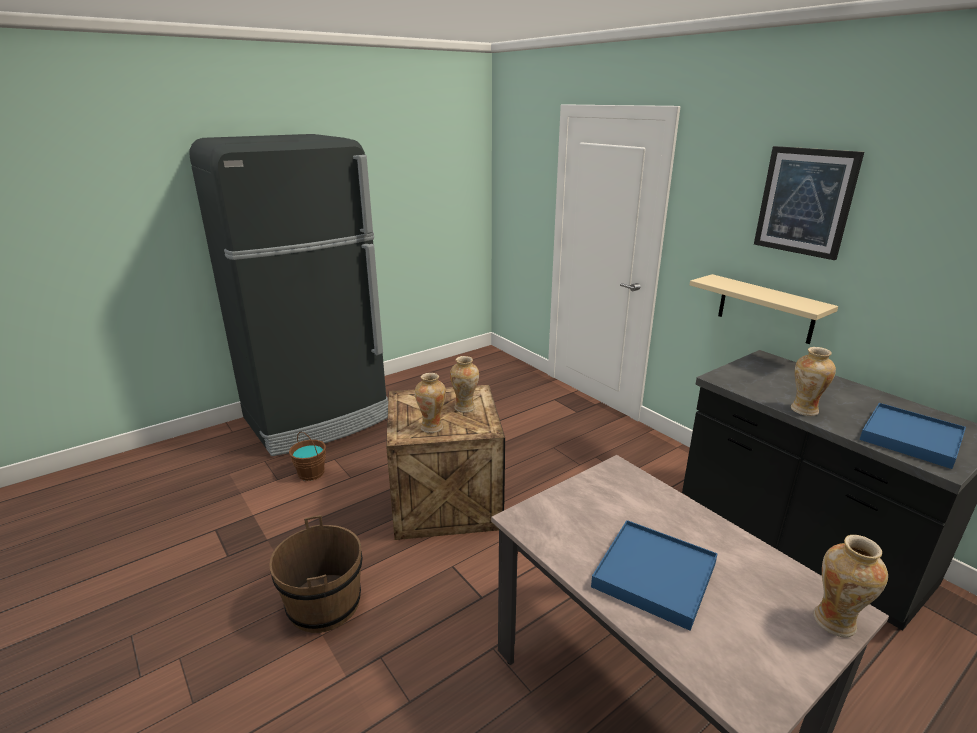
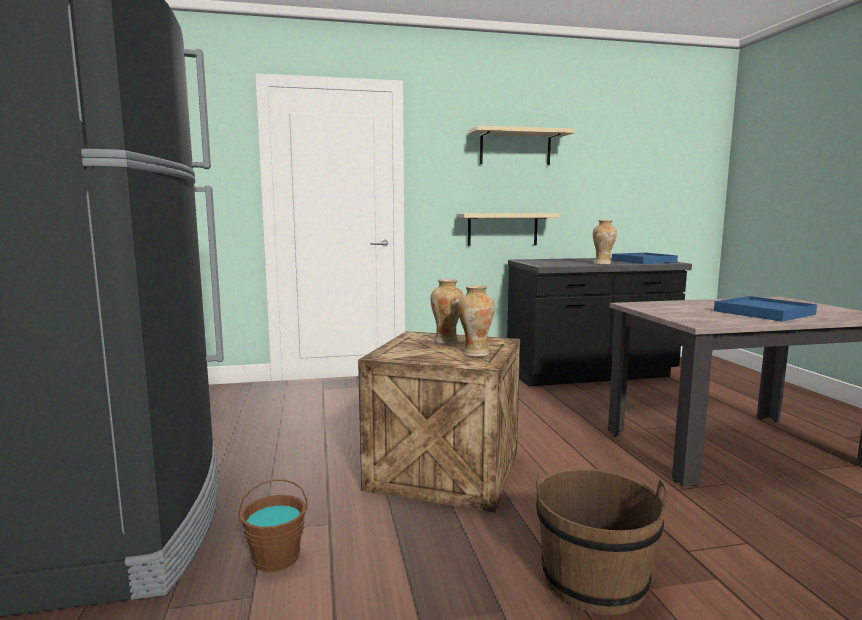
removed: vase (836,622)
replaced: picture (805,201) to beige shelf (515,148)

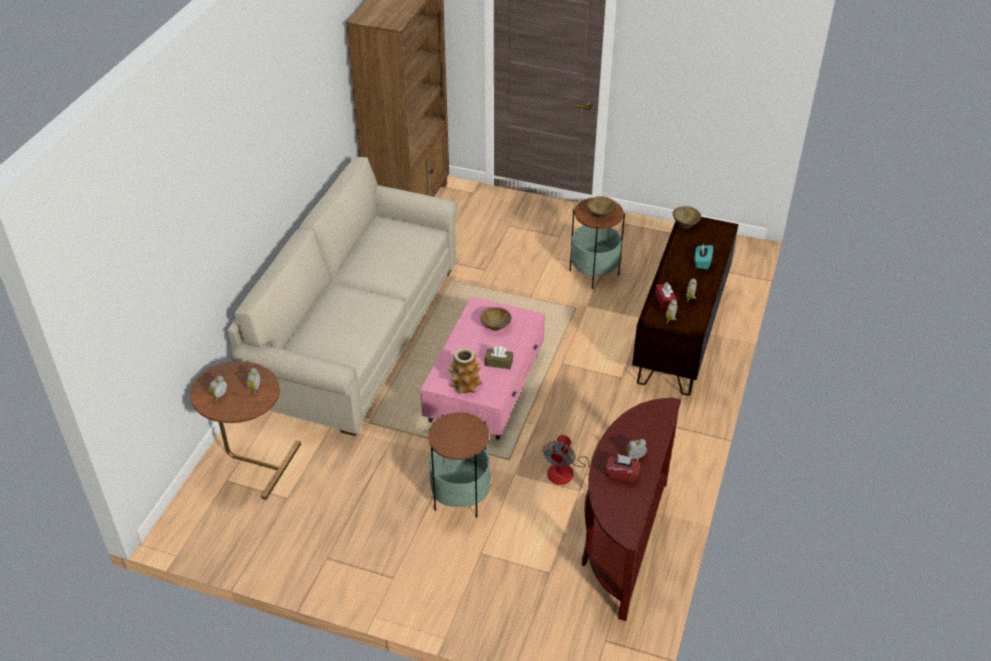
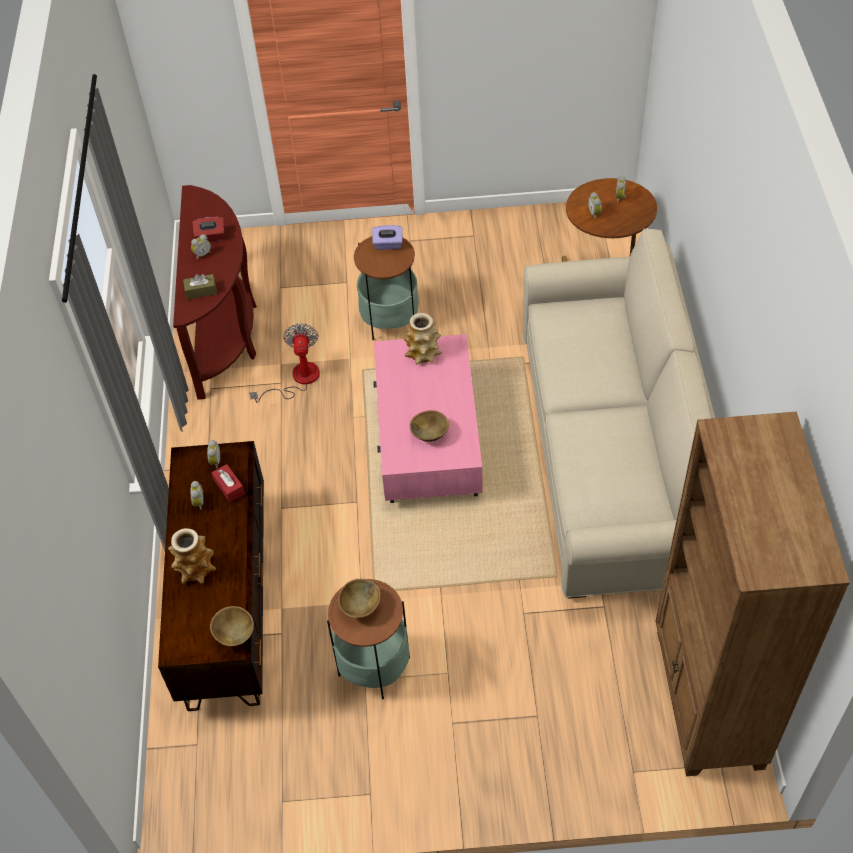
added: purple tissue box (388,244)
moved: brown tissue box (498,363) to (201,291)
replaced: turquoise tissue box (702,262) to vase (196,568)

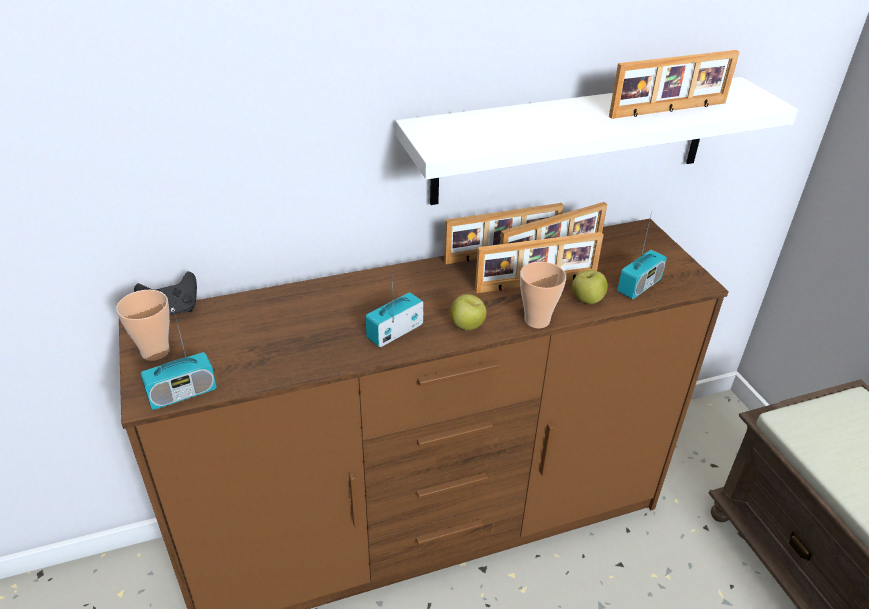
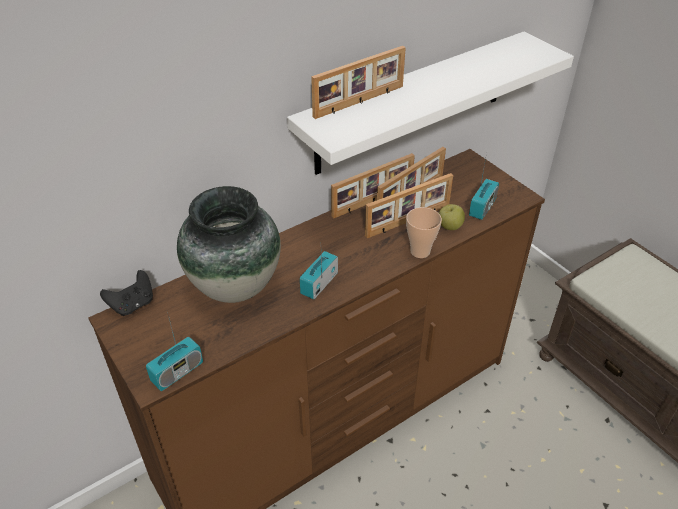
removed: cup (155,352); apple (467,326)
added: vase (234,286)
moved: picture frame (669,110) to (360,102)

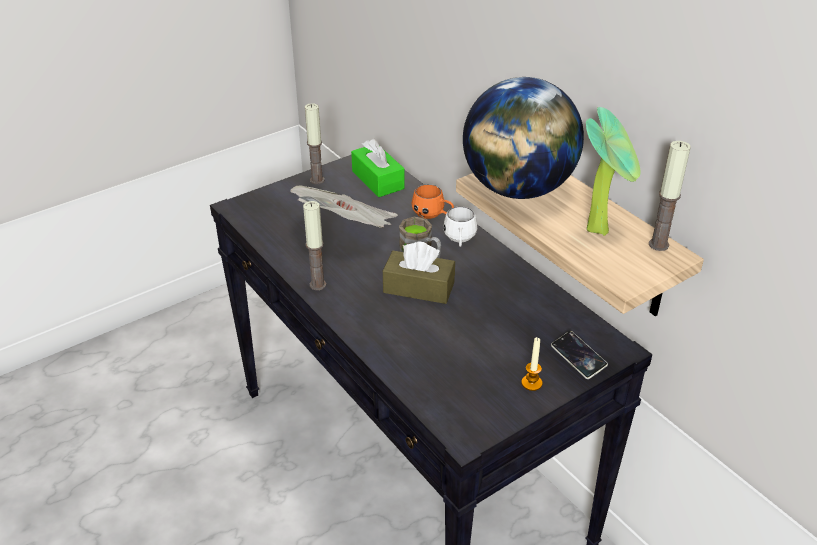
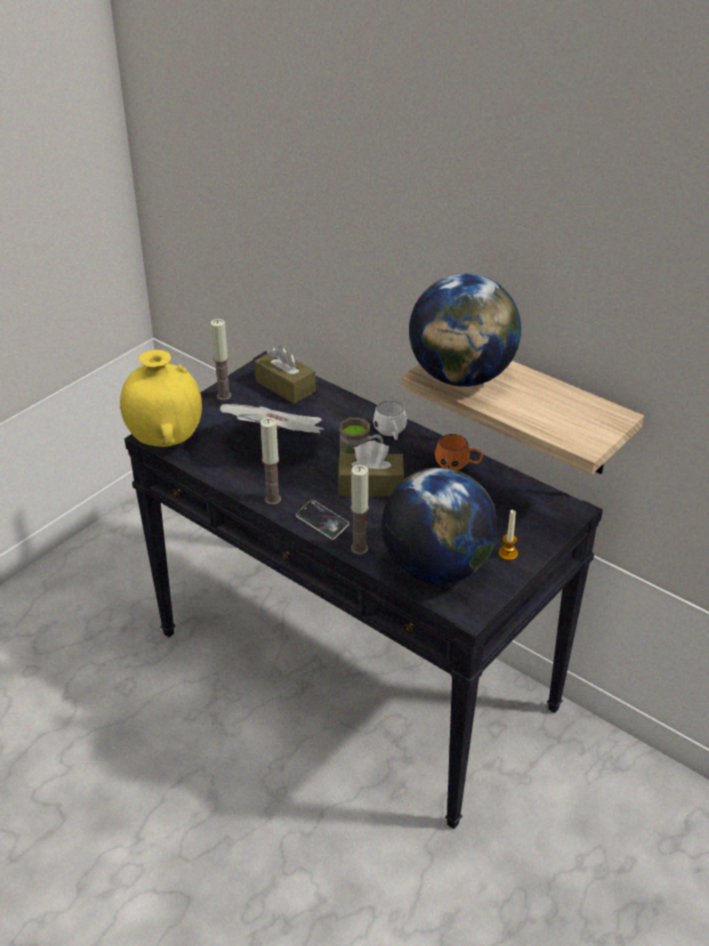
removed: potted plant (601,229)
added: yellow vase (165,440); globe (436,568)
moved: phone (578,357) to (322,522); candle (658,245) to (359,548); orange mug (433,215) to (458,466)
recoloured: green tissue box (378,180) to brown tissue box (285,386)

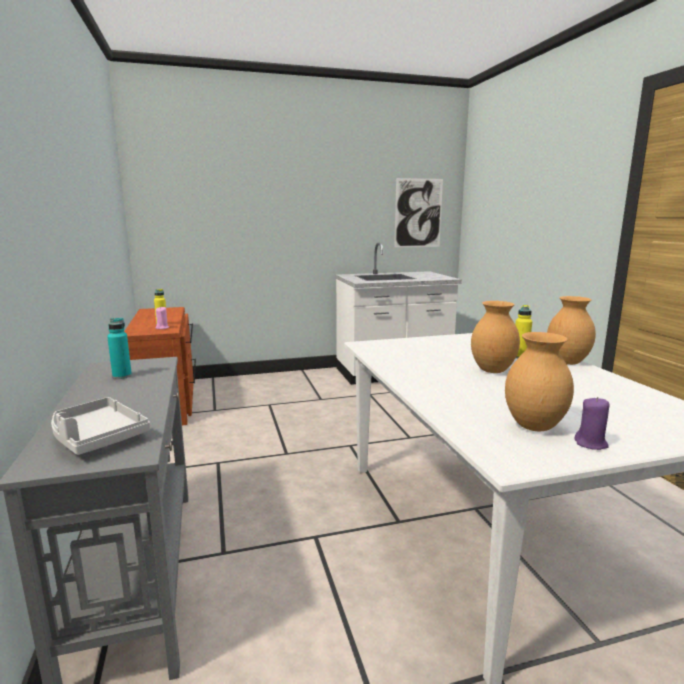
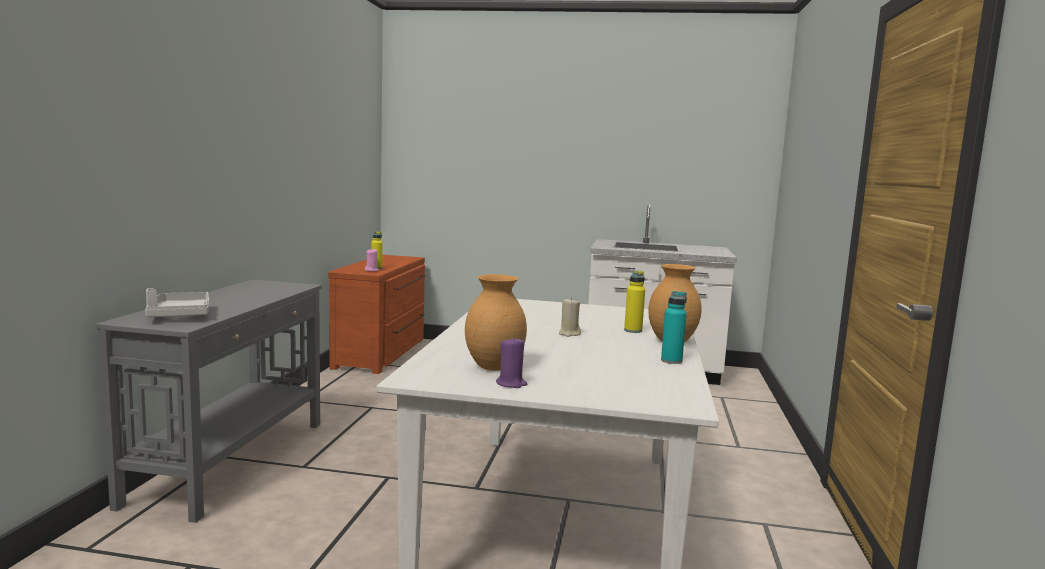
removed: picture (418,213)
moved: turquoise bottle (122,376) to (671,361)
replaced: brown vase (491,370) to beige candle (569,334)

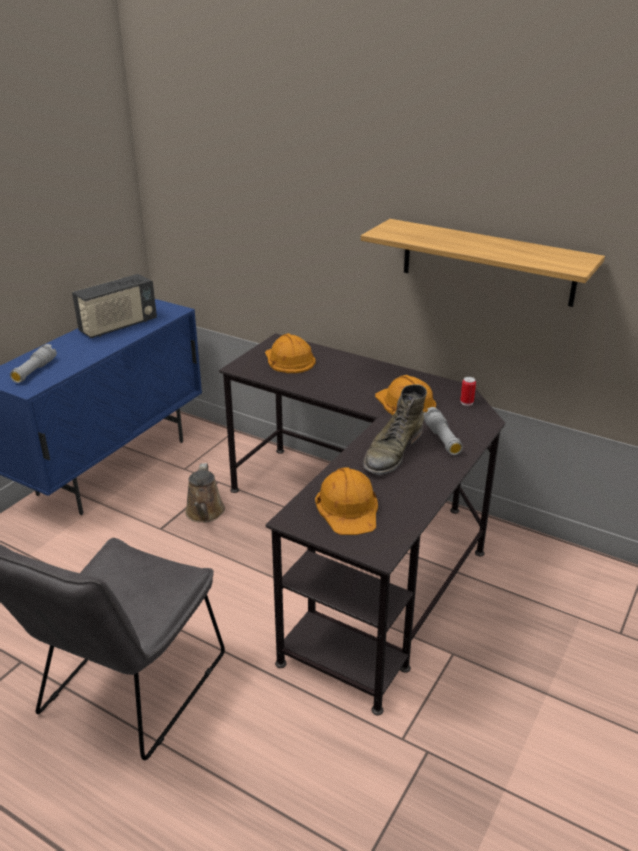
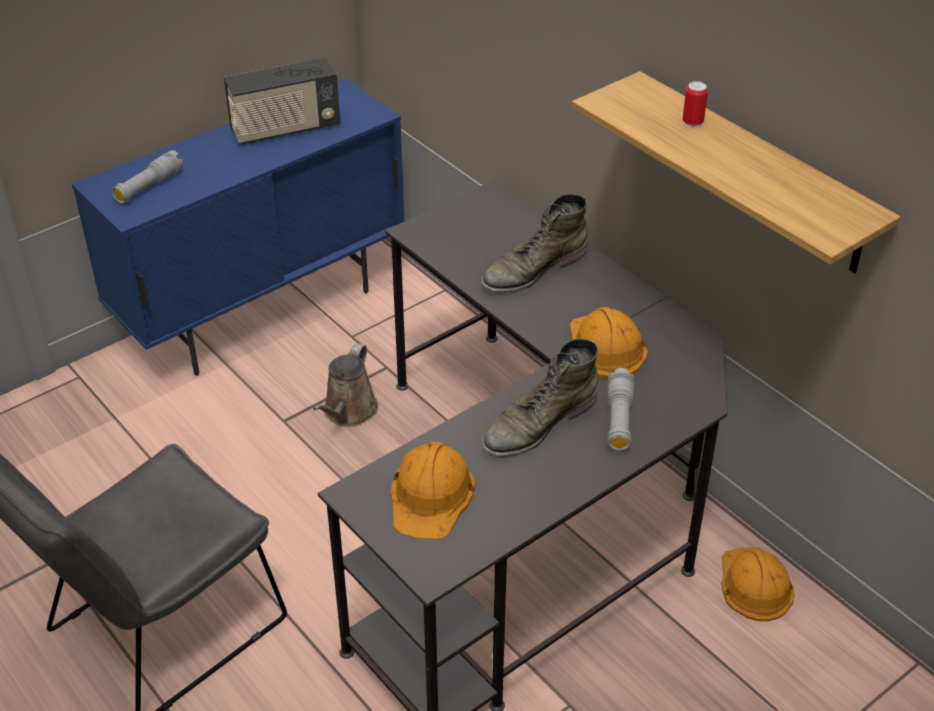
added: green boot (533,270)
moved: can (466,402) to (692,122); orange hard hat (289,360) to (754,584)

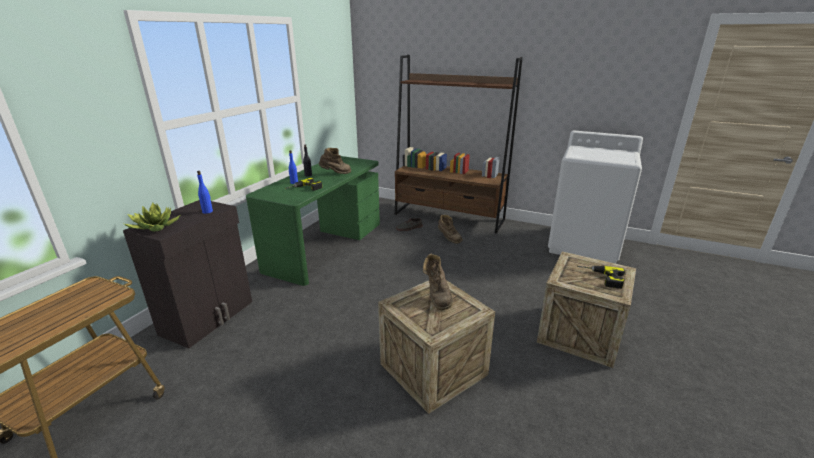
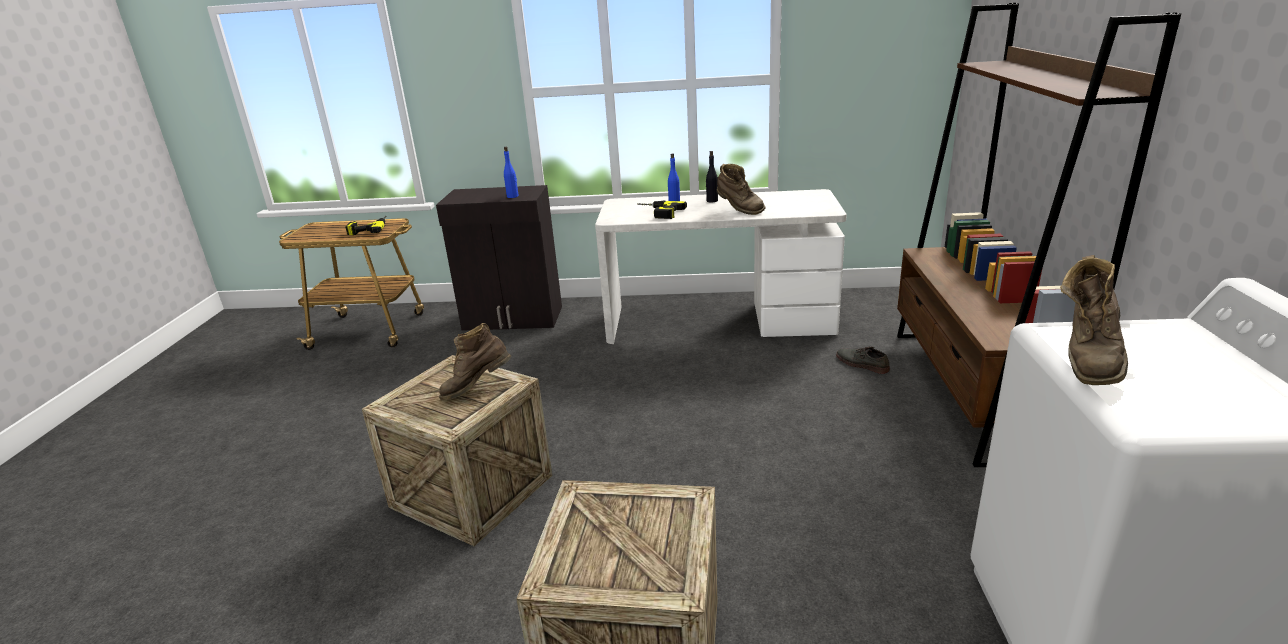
removed: potted plant (155,227)
moved: power drill (601,278) to (369,228); brown boot (448,238) to (1088,361)
recoloured: green desk (325,246) to white desk (719,321)

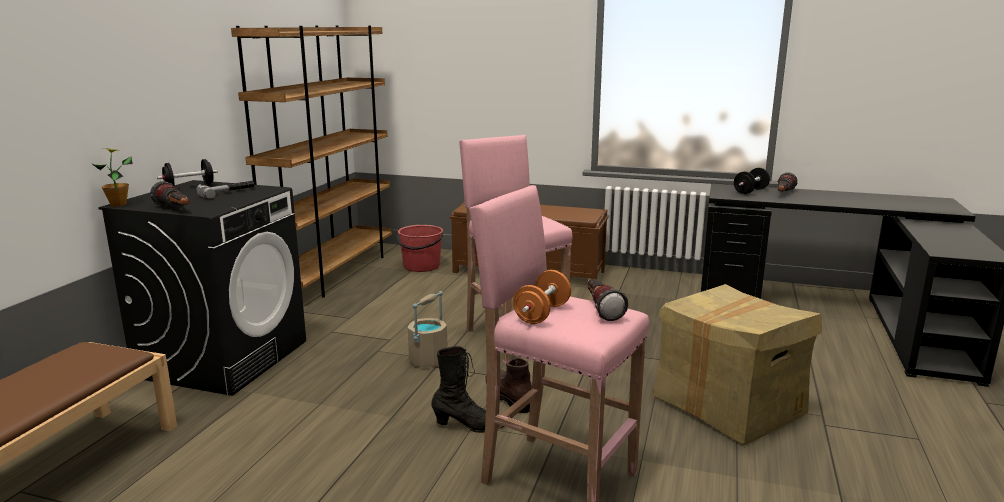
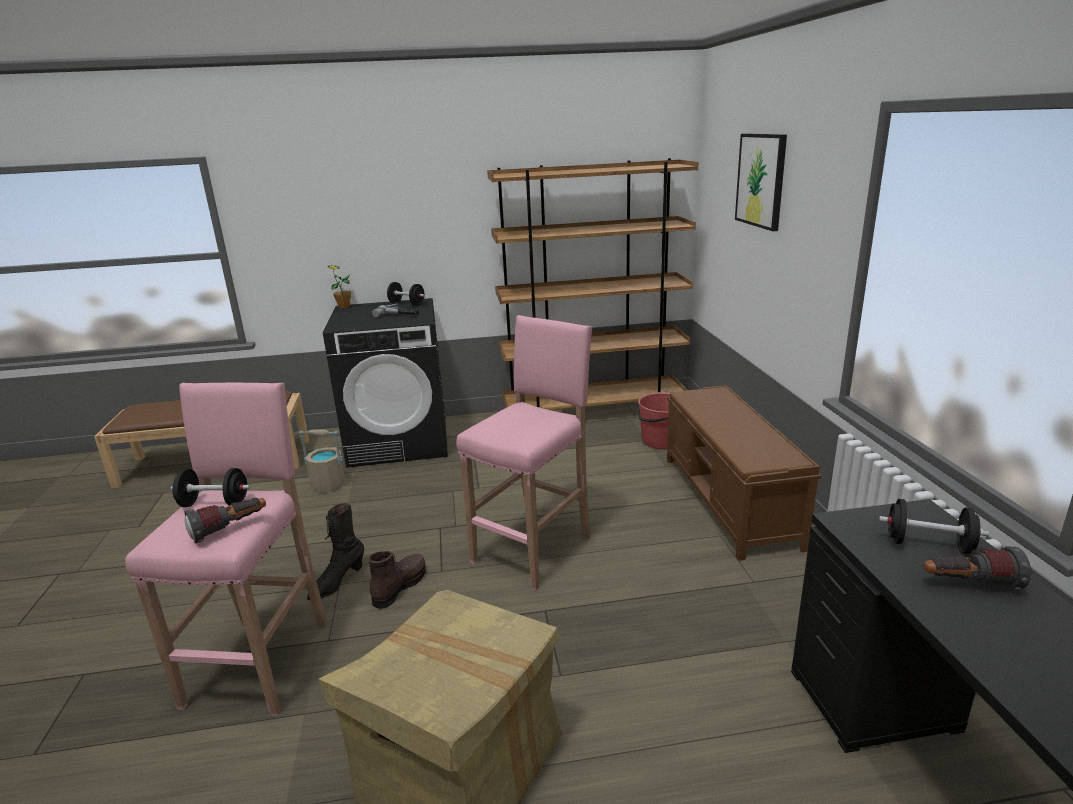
removed: flashlight (175,209)
added: picture (761,180)
moved: beige bucket (428,360) to (328,484)
recoloured: orange dumbbell (542,314) to black dumbbell (214,503)
turned: black boot (469,426) = (337,582) 60 degrees clockwise

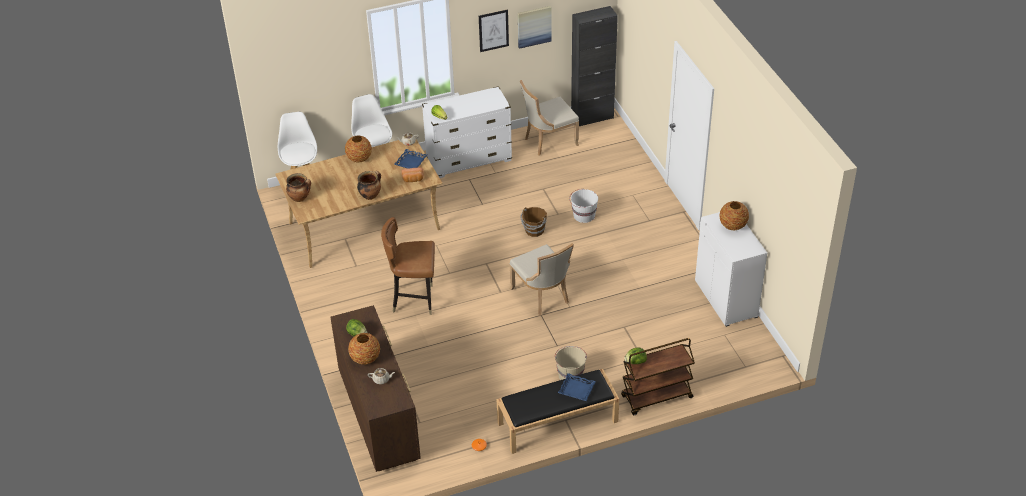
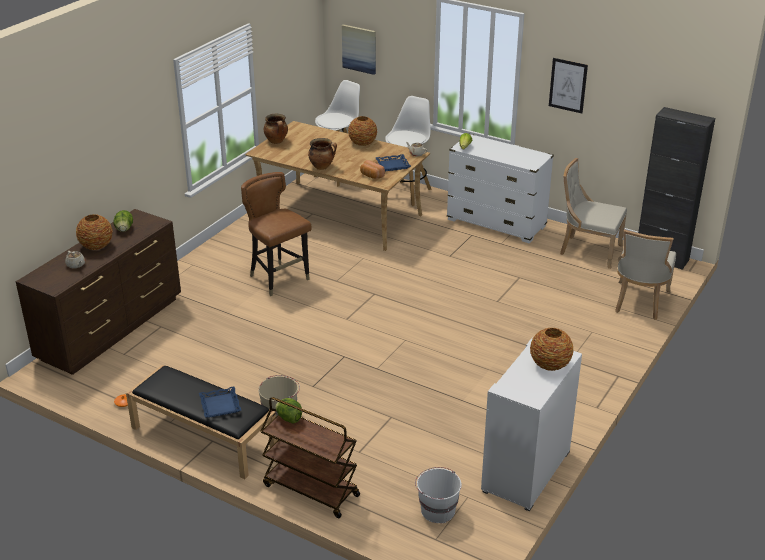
removed: brown bucket (534,231)
moved: picture (534,26) to (359,49); white bucket (583,215) to (437,510); beige chair (542,296) to (639,302)

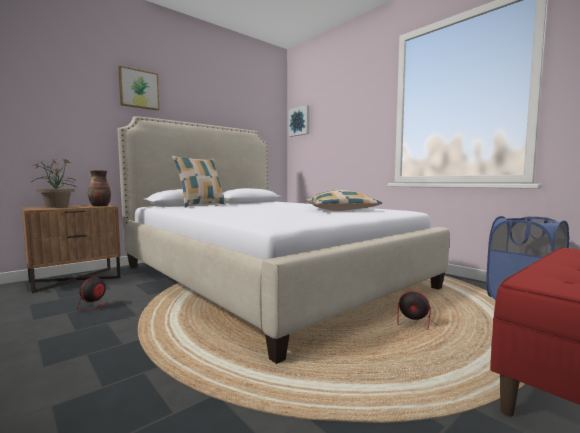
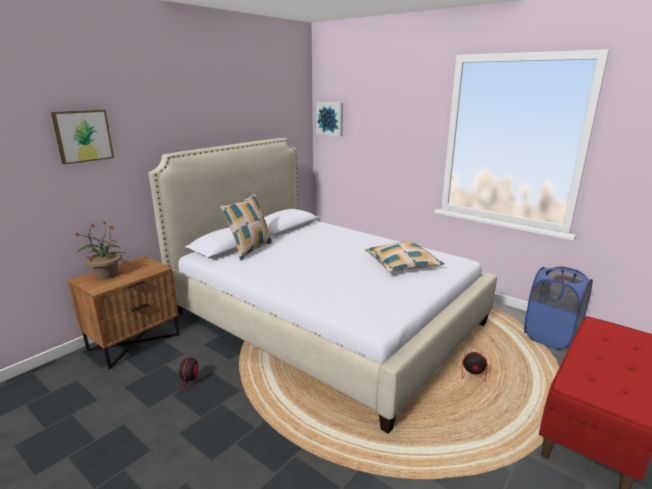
removed: vase (100,206)
moved: picture (139,89) to (82,136)

